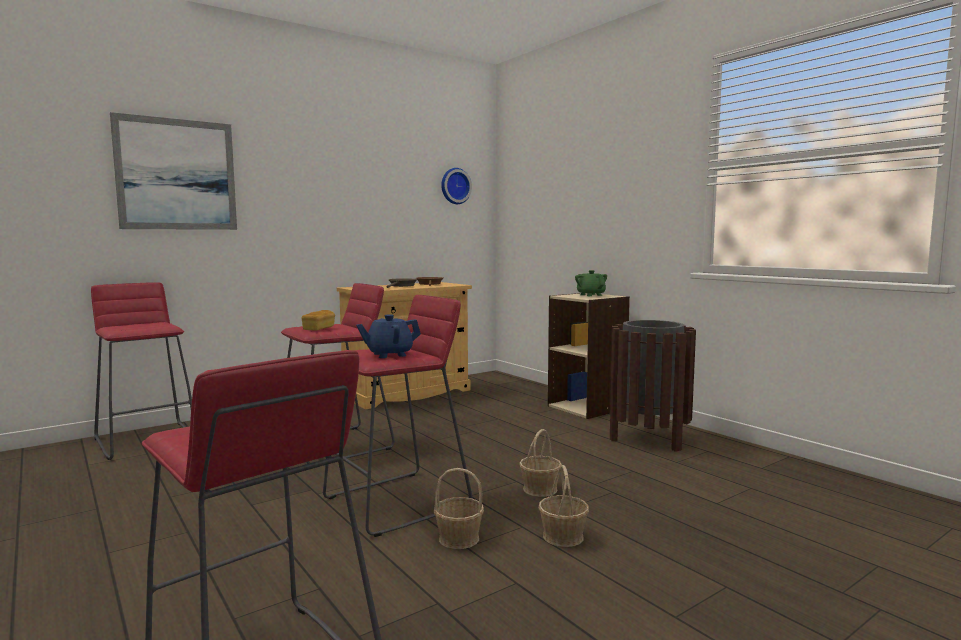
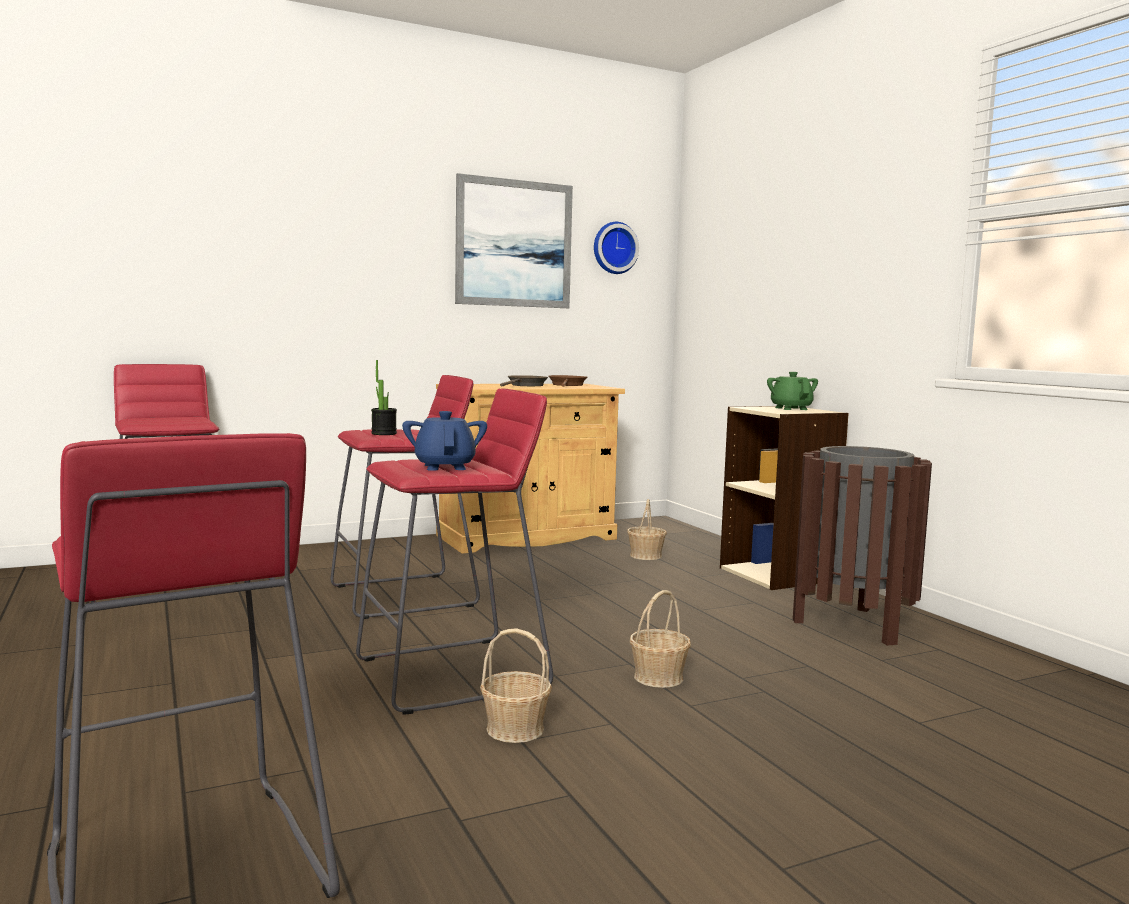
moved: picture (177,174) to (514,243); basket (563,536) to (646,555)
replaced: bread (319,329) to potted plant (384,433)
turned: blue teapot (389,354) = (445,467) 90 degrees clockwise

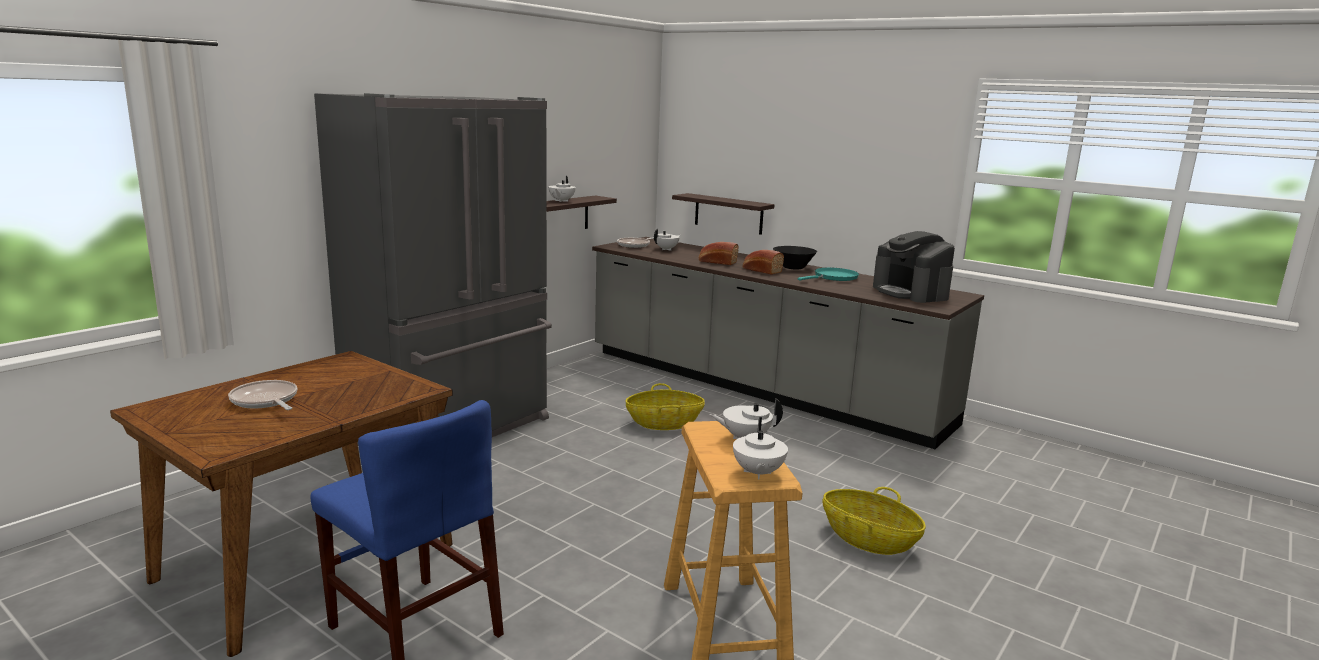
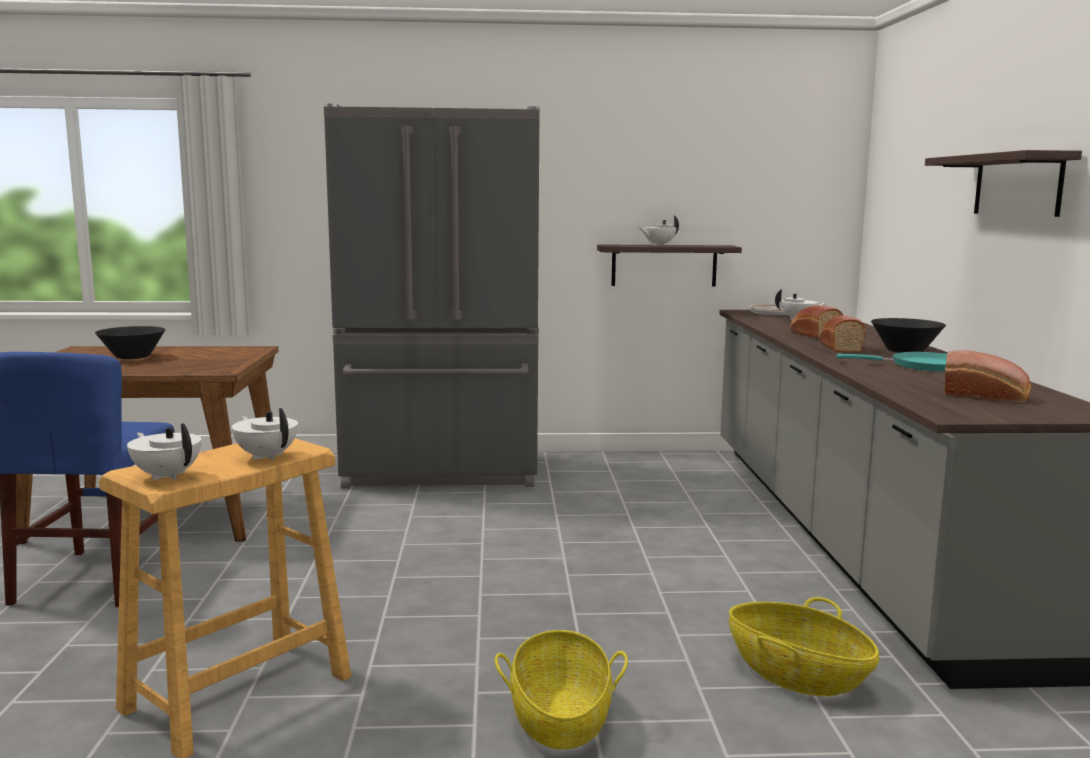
moved: basket (664,423) to (798,675); shelf (728,213) to (1017,185)
replaced: frying pan (265,401) to black bowl (132,357); coffee machine (910,293) to bread (987,396)
turned: white teapot (757,473) = (167,475) 75 degrees clockwise

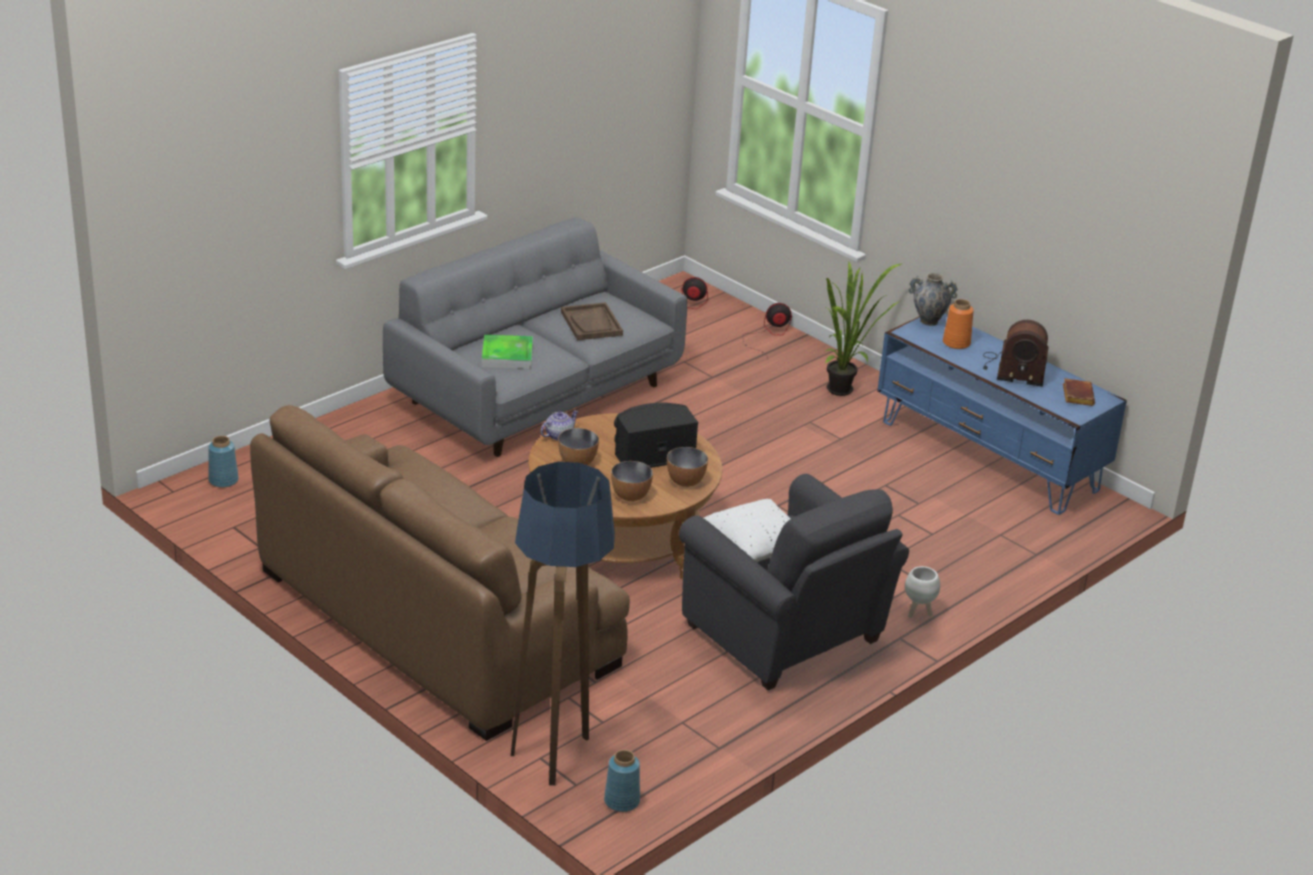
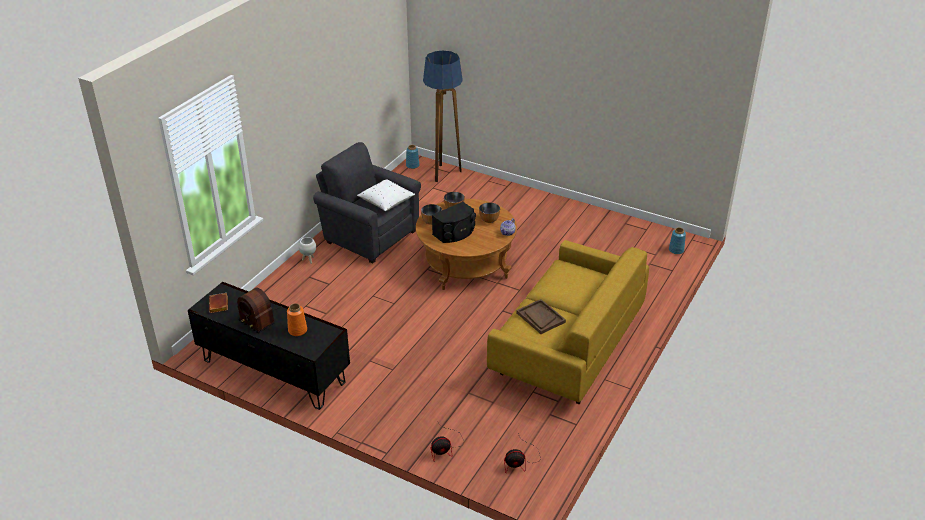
removed: brown sofa (438,617); tray (507,355); potted plant (846,391); vase (928,321)
recoloured: blue tv stand (988,456) to black tv stand (274,370); grey sofa (537,394) to yellow sofa (567,347)
turned: radio (1013,370) = (259,316) 135 degrees counterclockwise

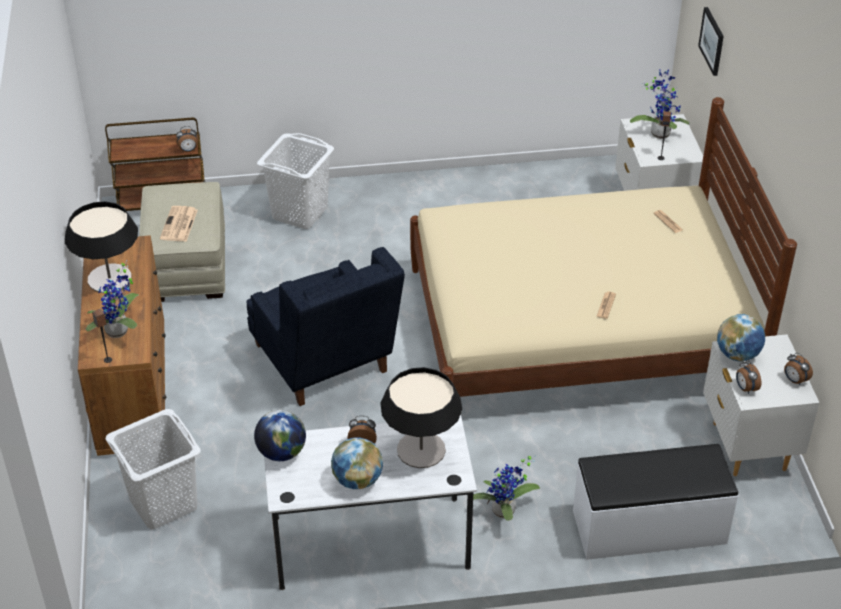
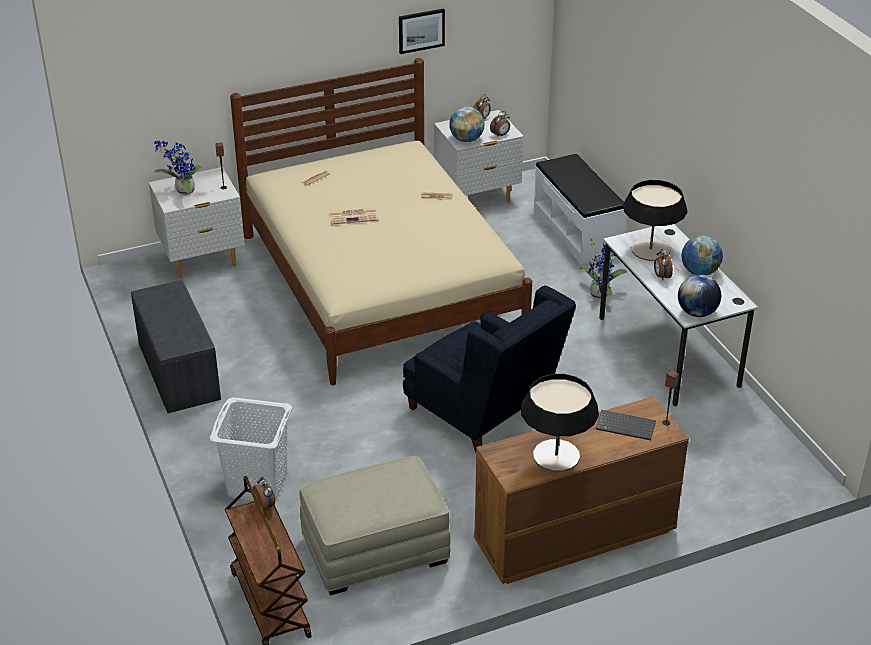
removed: white laundry basket (164,503)
added: grey bench (177,371)
moved: newspaper (179,225) to (354,216); picture (712,41) to (421,30)
replaced: potted plant (120,332) to keyboard (626,426)
turned: blue armchair (326,365) = (485,414) 90 degrees clockwise

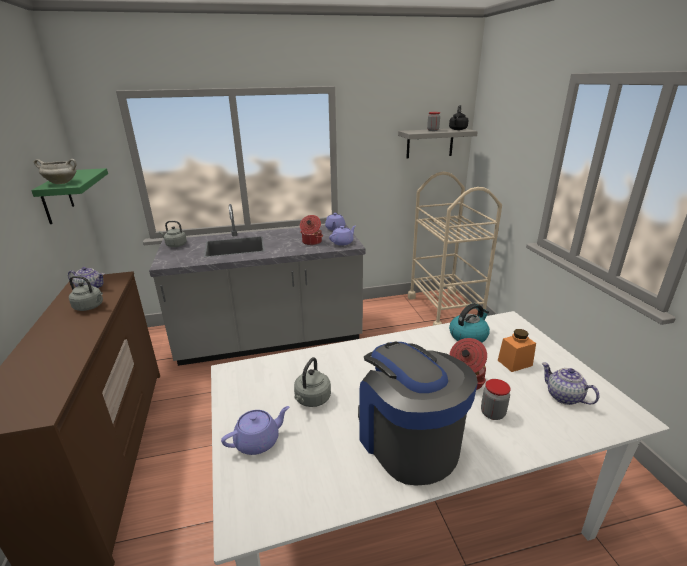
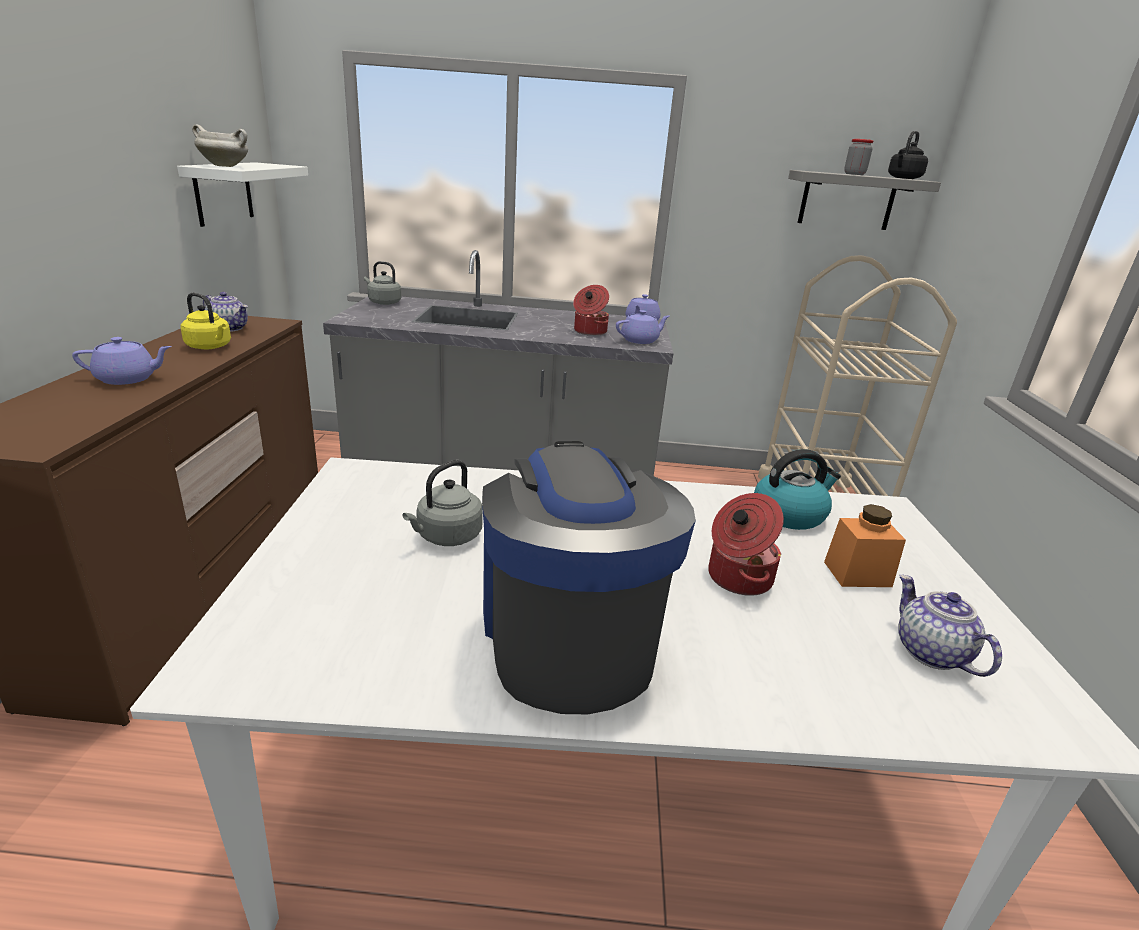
removed: jar (492,413)
moved: purple teapot (258,441) to (128,379)
recoloured: green shelf (56,197) to white shelf (223,193); grey kettle (90,307) to yellow kettle (210,347)

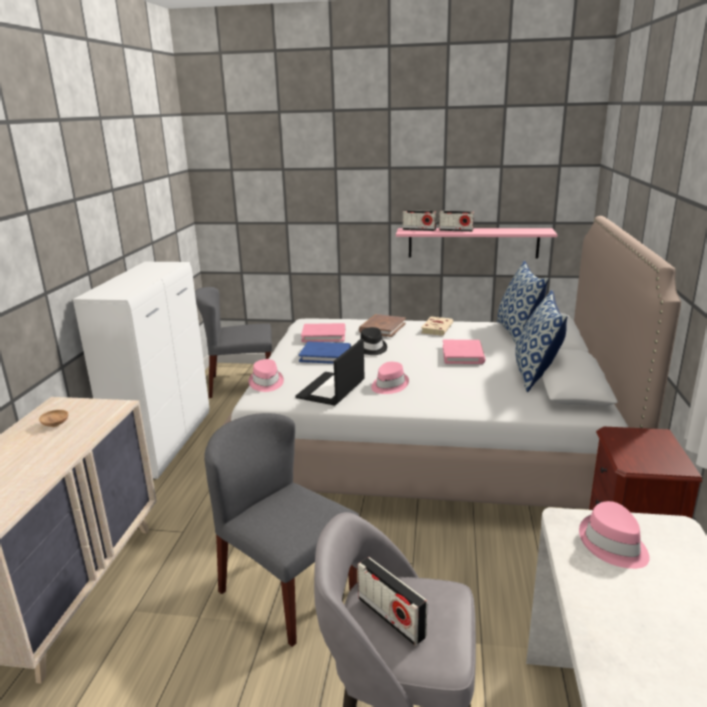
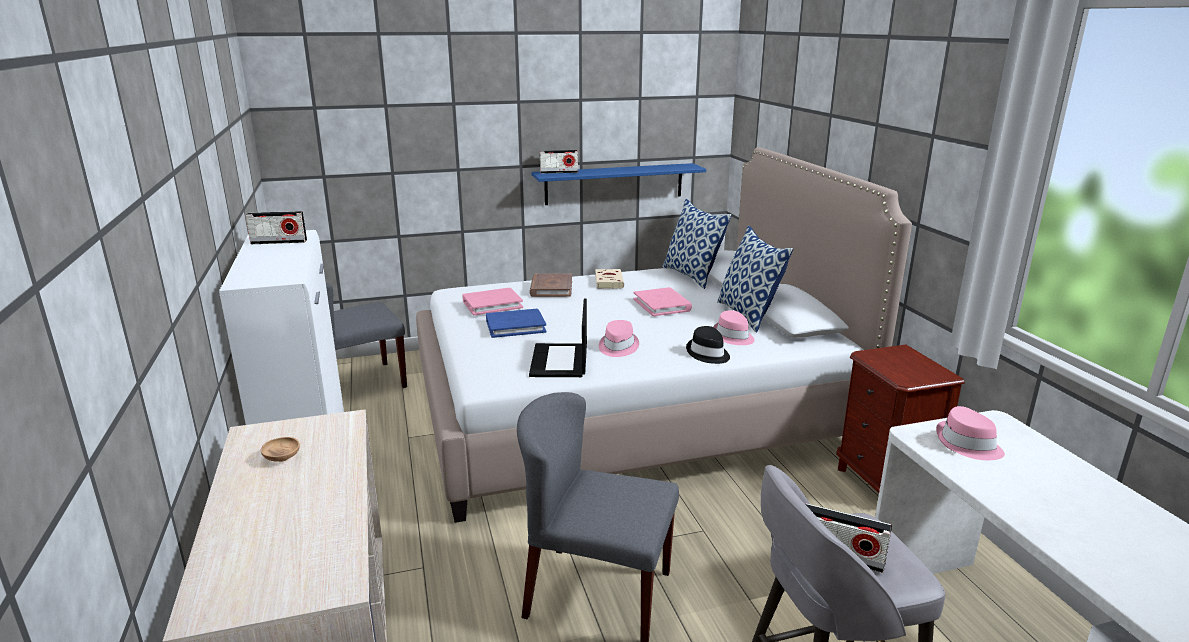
moved: radio (456,230) to (279,242); black hat (371,348) to (708,354); pink hat (266,383) to (733,336)
recoloured: pink shelf (473,243) to blue shelf (614,184)

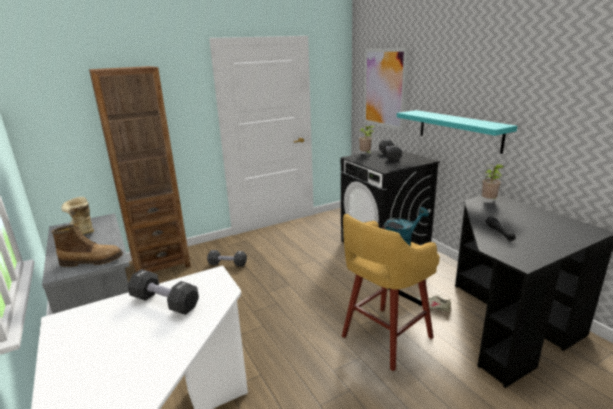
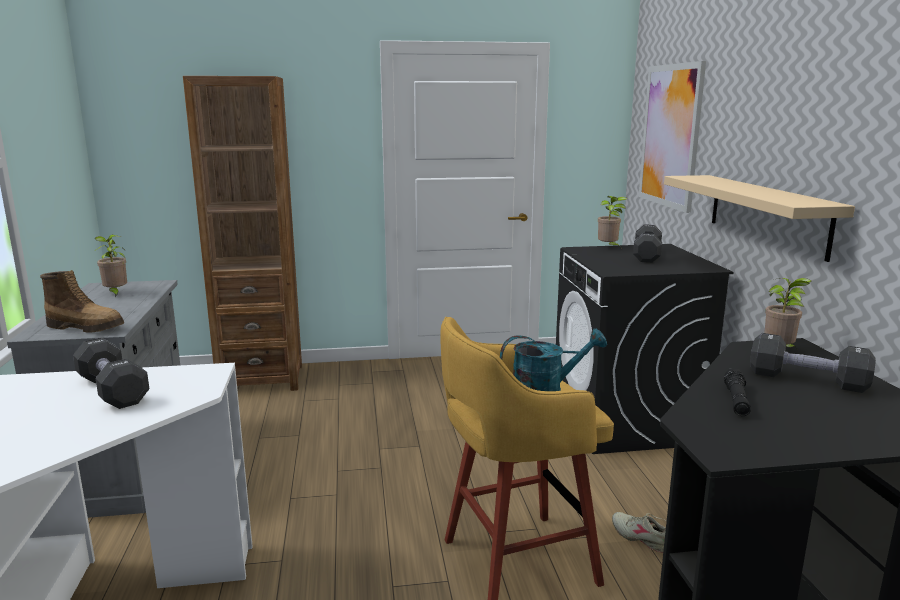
moved: black dumbbell (227,264) to (807,380)
replaced: boot (82,231) to potted plant (116,294)
recoloured: turquoise shelf (459,130) to beige shelf (766,214)

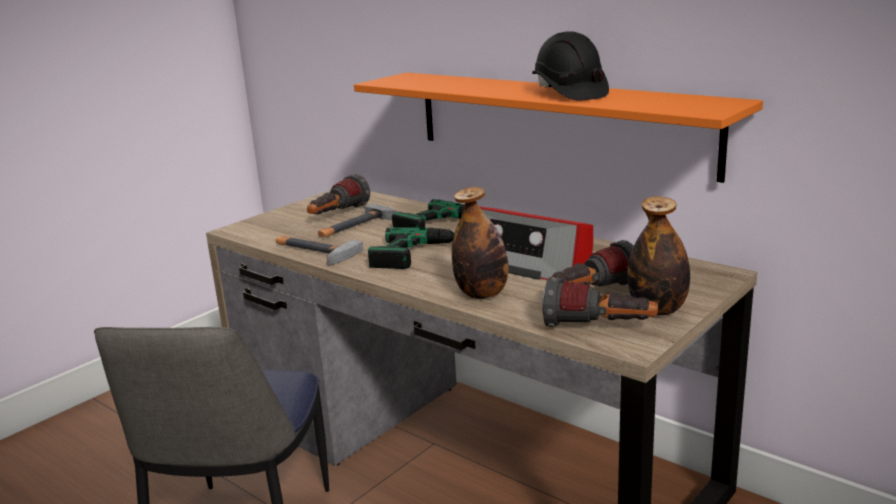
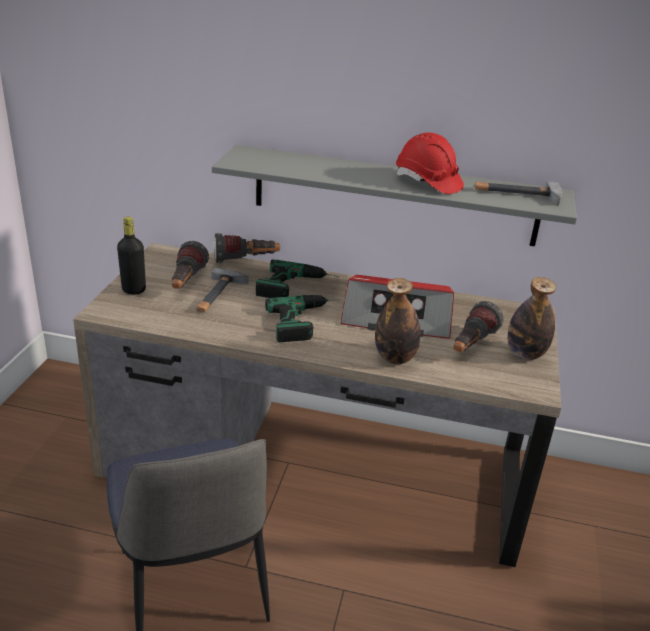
added: black bottle (134,290)
moved: flashlight (598,328) to (246,261); hammer (312,251) to (517,194)
recoloured: orange shelf (557,121) to grey shelf (394,195); black hard hat (569,93) to red hard hat (427,182)

